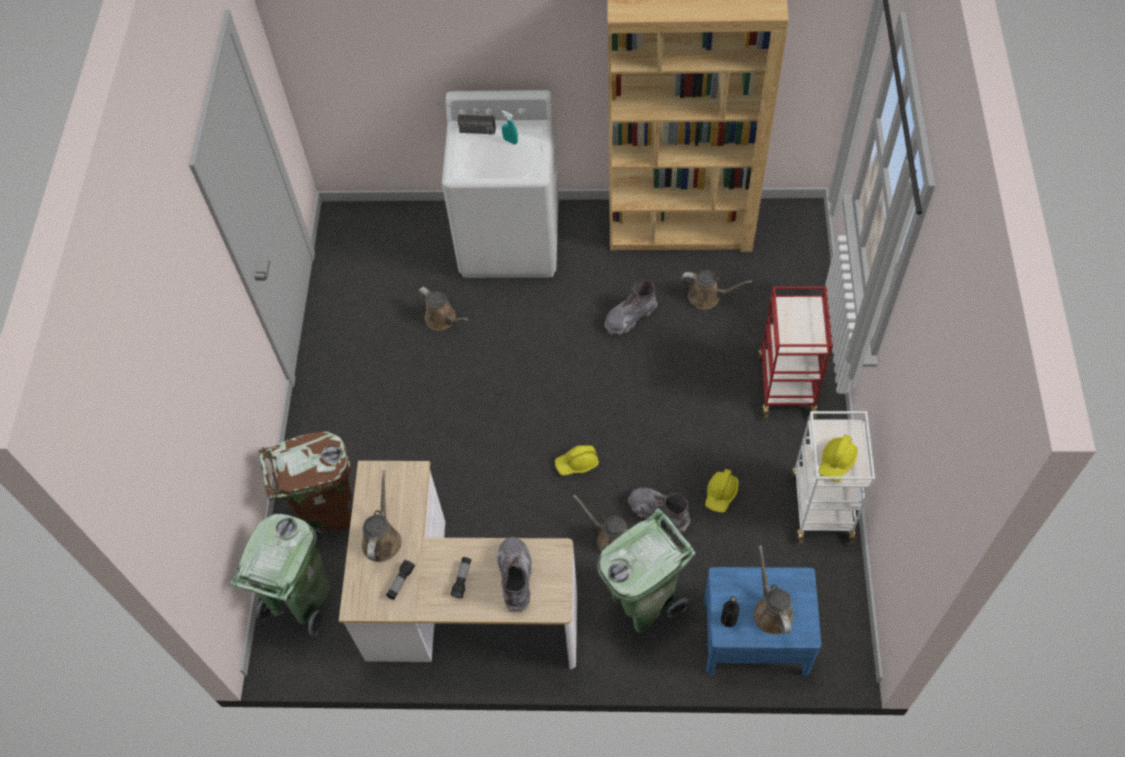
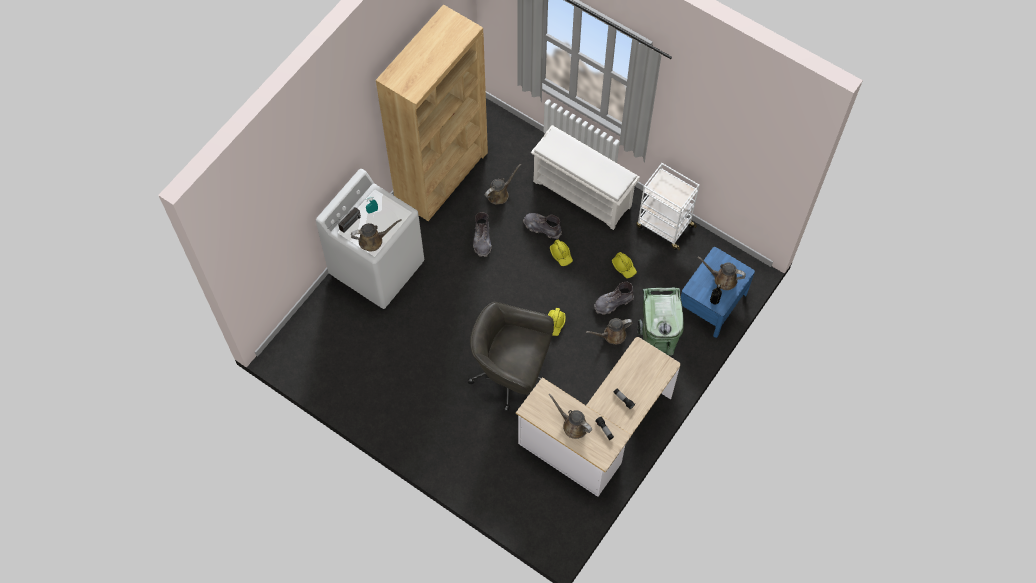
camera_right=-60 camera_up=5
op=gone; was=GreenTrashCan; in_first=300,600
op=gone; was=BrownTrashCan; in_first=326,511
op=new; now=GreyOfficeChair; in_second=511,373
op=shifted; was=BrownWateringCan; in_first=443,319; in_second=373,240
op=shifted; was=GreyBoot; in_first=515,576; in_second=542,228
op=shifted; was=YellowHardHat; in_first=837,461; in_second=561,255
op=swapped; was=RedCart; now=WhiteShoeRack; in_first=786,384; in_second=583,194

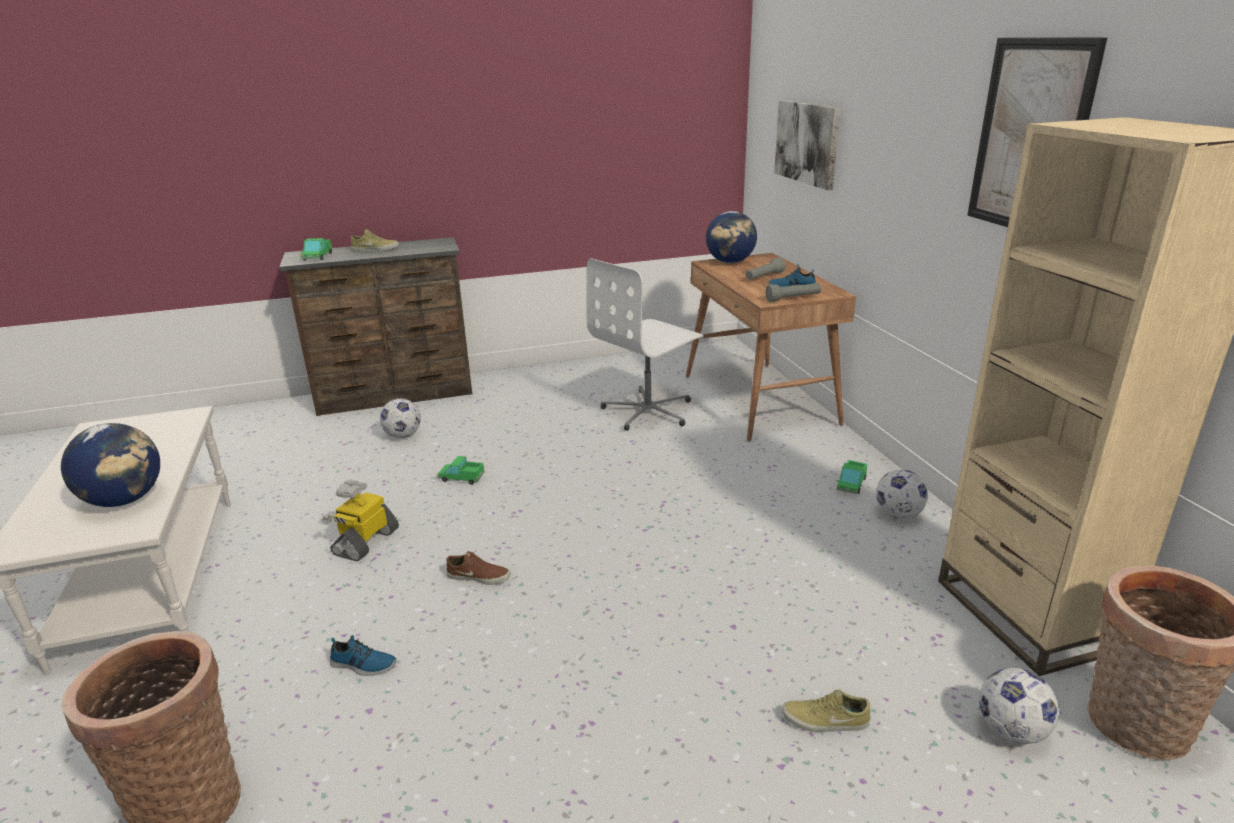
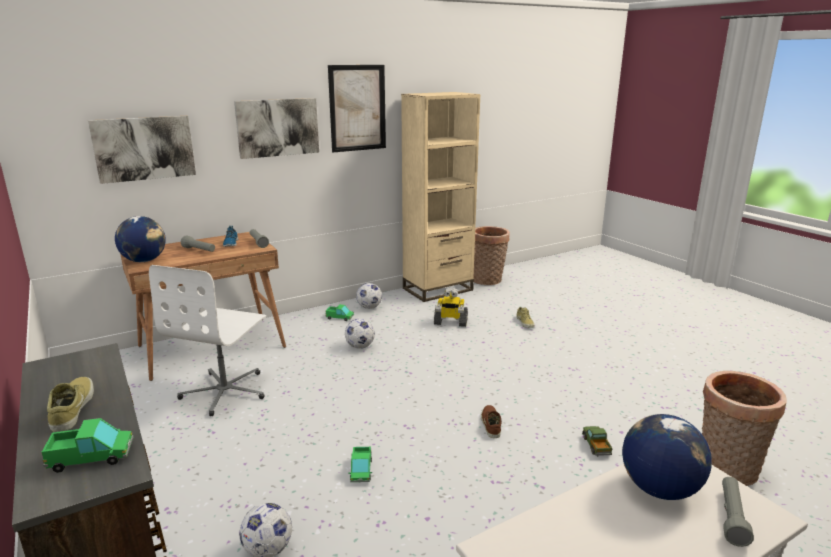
camera_right=-105 camera_up=-5
op=new; now=Picture; in_second=277,127
op=new; now=GreyFlashlight; in_second=731,517
op=shifted; was=ToyRobot; in_first=365,542; in_second=450,322
op=shifted; was=Football; in_first=1011,731; in_second=360,346
op=swapped; was=Shoe; now=ToyTruck; in_first=363,665; in_second=596,446
op=rotated; was=WhiteOfficeChair; in_first=649,411; in_second=225,391; clockwise=75

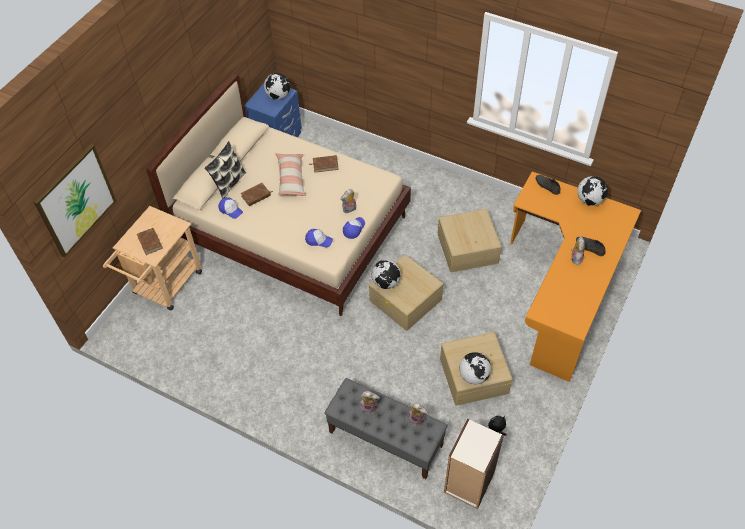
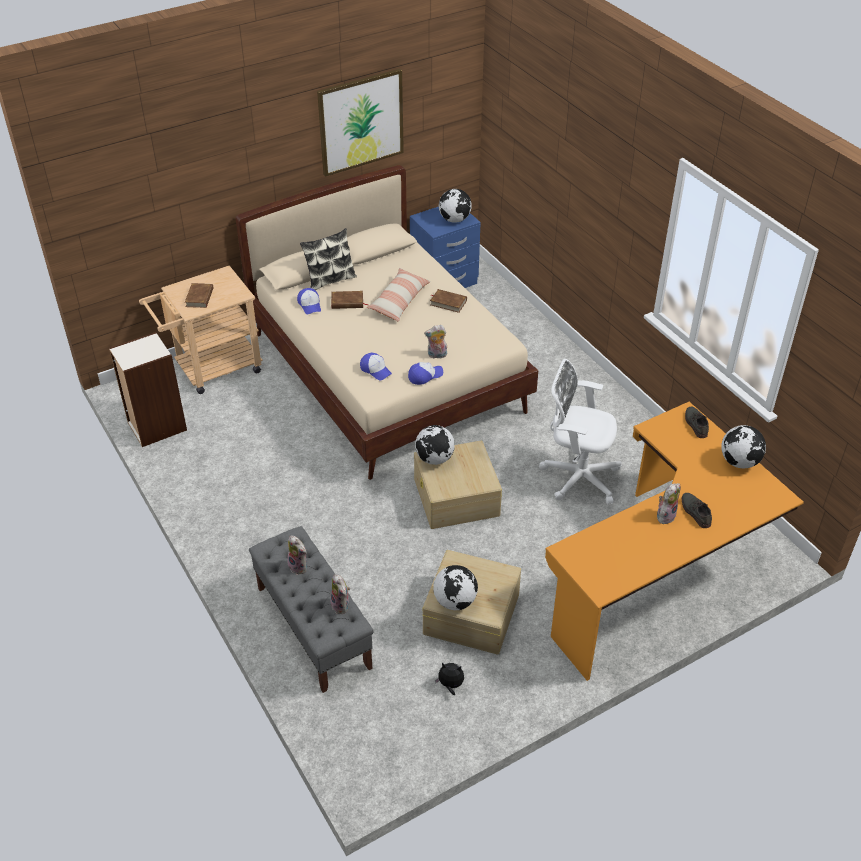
camera_right=30 camera_up=-10
op=shifted; was=Picture; in_first=76,200; in_second=361,122
op=shifted; was=Bookcase; in_first=468,483; in_second=156,426
op=swapped; was=BeigeStorageBox; now=WhiteOfficeChair; in_first=467,248; in_second=577,476

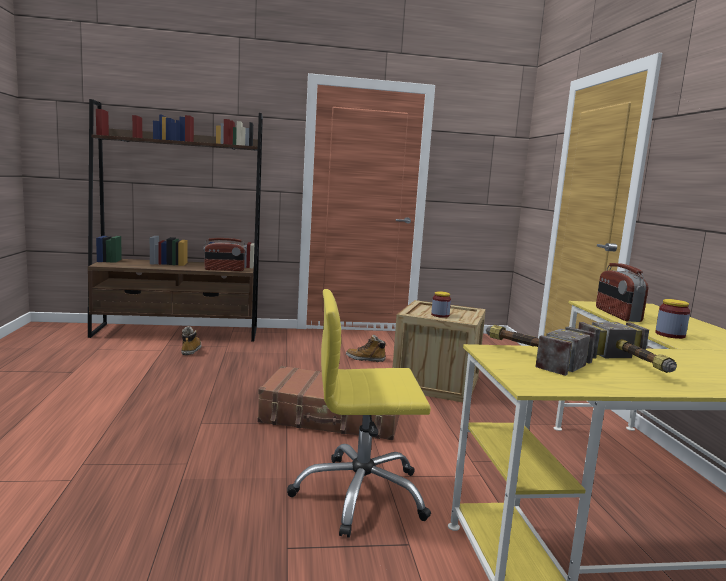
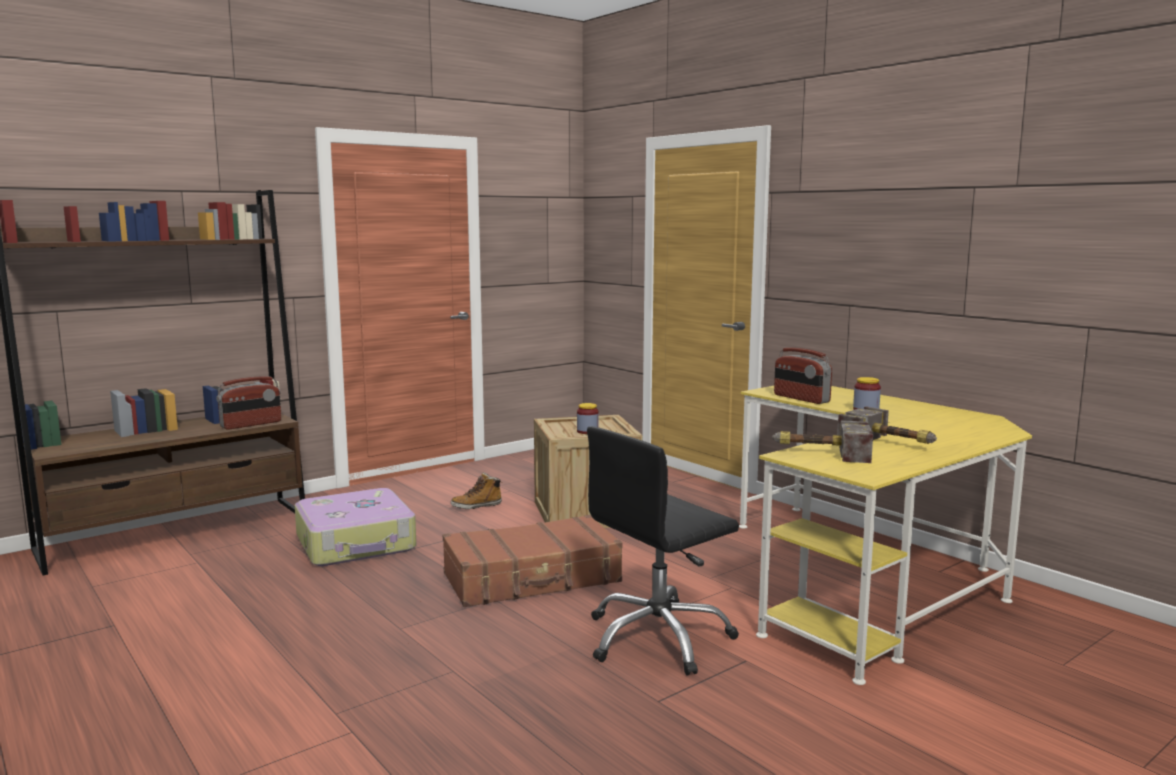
camera_right=-30 camera_up=0
op=gone; was=Boot; in_first=191,350
op=new; now=Suitcase; in_second=357,543
op=repainted; was=YellowOfficeChair; now=BlackOfficeChair; in_first=360,495; in_second=658,638

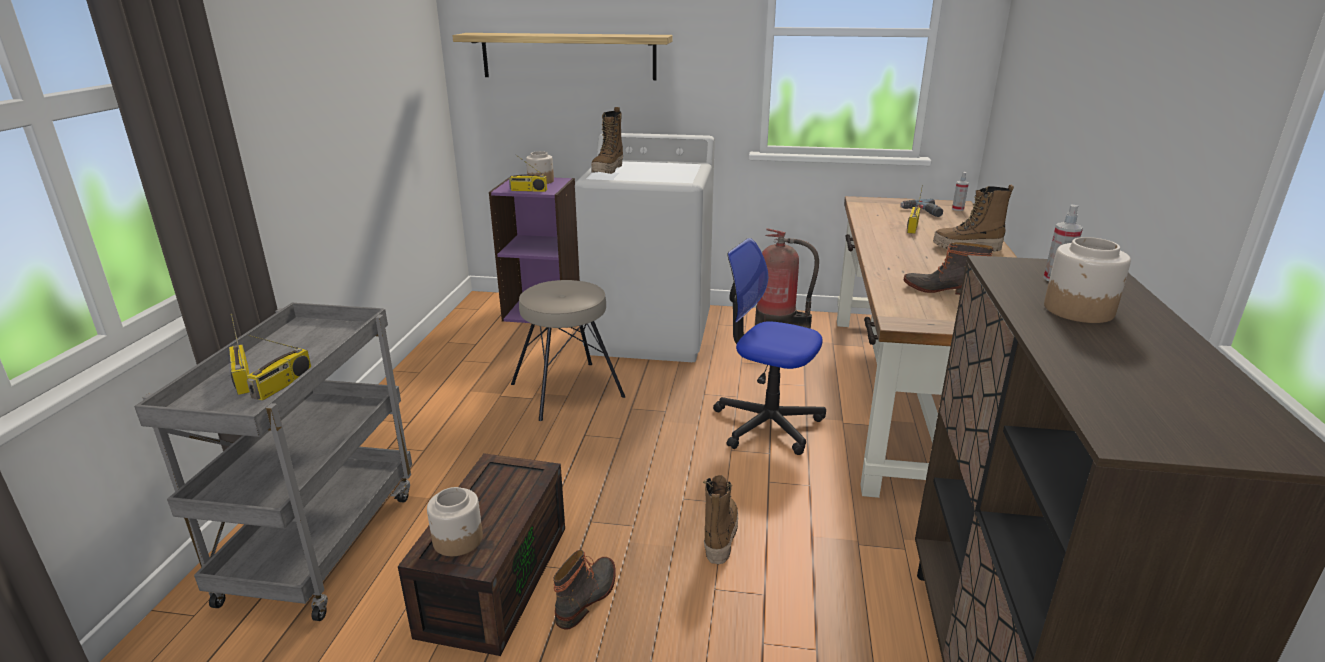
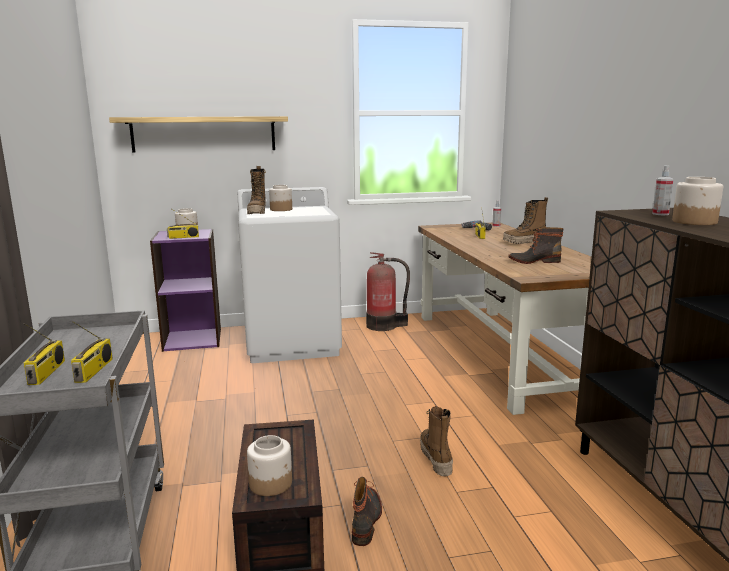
camera_right=-20 camera_up=-10
op=gone; was=BeigeStool; in_first=568,391
op=gone; was=OfficeChair; in_first=767,424
op=new; now=Jar; in_second=281,209
op=rotated; was=Radio; in_first=242,379; in_second=47,373; clockwise=-135

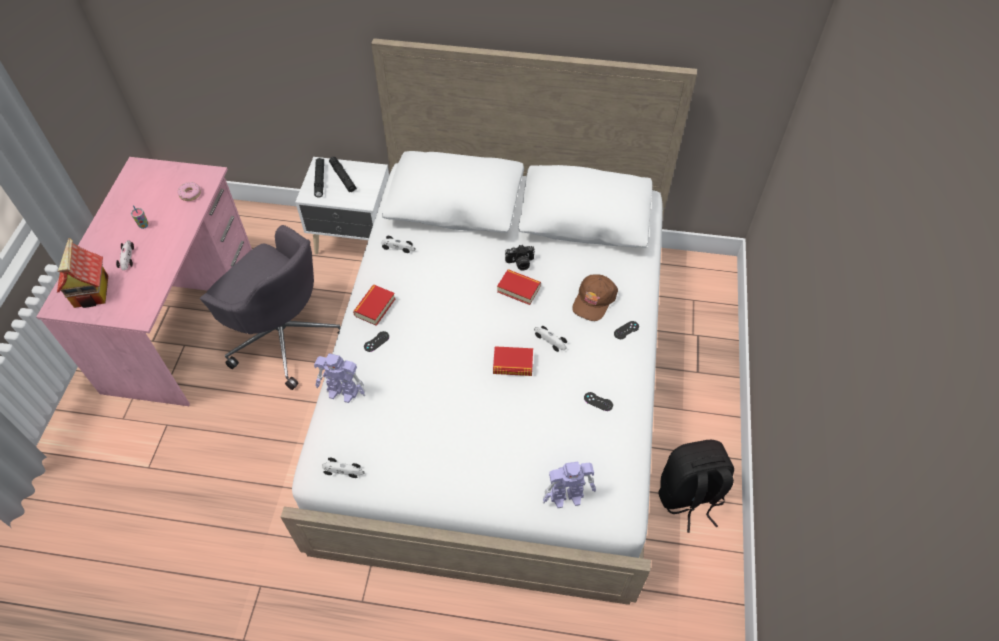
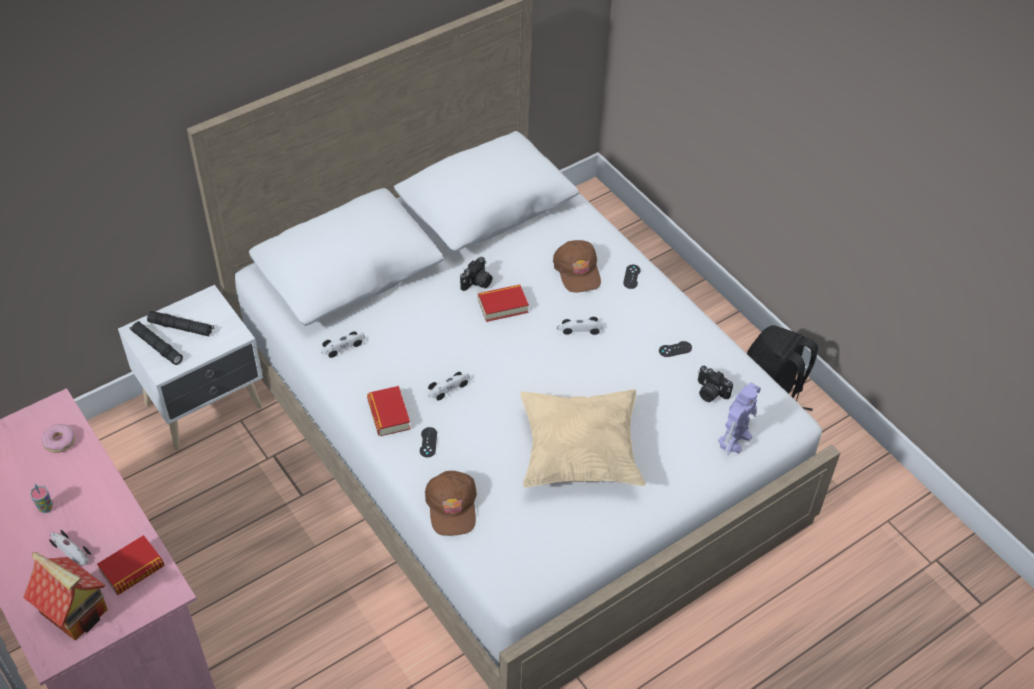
camera_right=-45 camera_up=-5
op=gone; was=GreyOfficeChair; in_first=284,335
op=new; now=BeigePillow; in_second=579,453
op=new; now=PhotoCamera; in_second=710,392
op=shifted; was=ToyCar; in_first=343,470; in_second=449,388
op=shifted; was=Book; in_first=513,364; in_second=132,569
op=swapped; was=ToyRobot; now=BrownCap; in_first=343,392; in_second=452,506

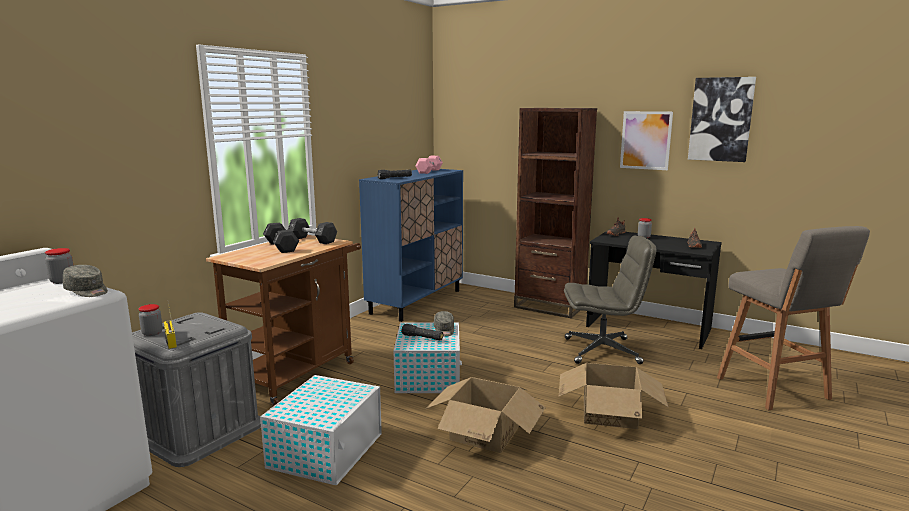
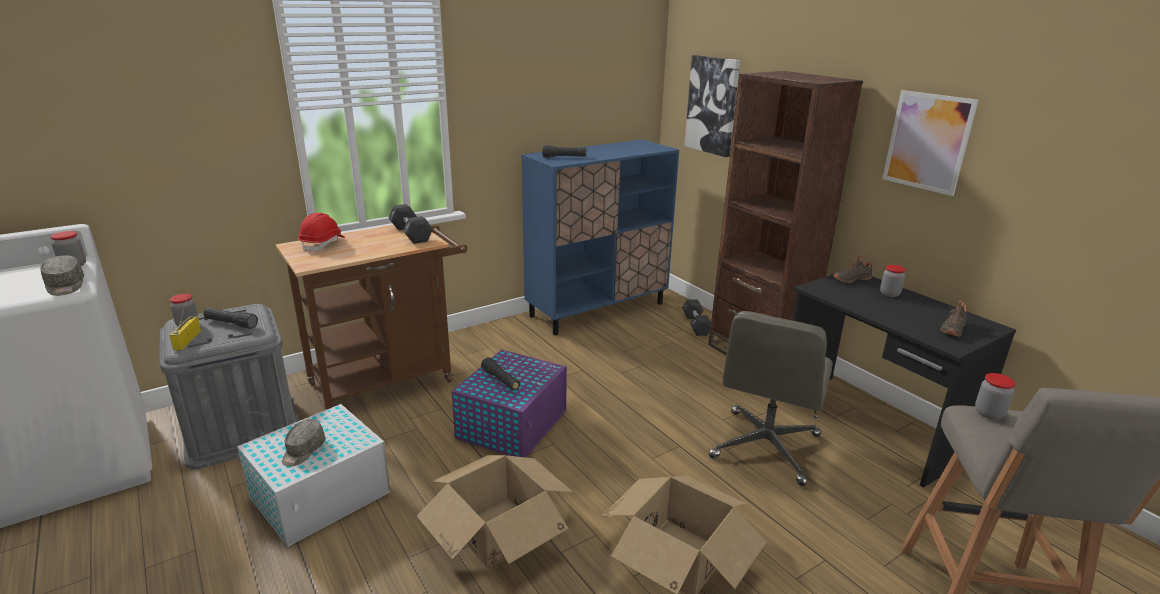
camera_right=25 camera_up=10
op=gone; was=PinkDumbbell; in_first=429,171
op=new; now=BlackFlashlight; in_second=231,324
op=new; now=RedHardHat; in_second=323,244
op=new; now=Jar; in_second=989,413
op=shifted; was=BlackDumbbell; in_first=281,247; in_second=696,325
op=shifted; was=GreyCap; in_first=444,330; in_second=303,451
op=shifted; was=Picture; in_first=721,119; in_second=712,105
op=repainted; was=WhiteStorageBox; now=PurpleStorageBox; in_first=428,375; in_second=513,424
op=rotated; was=GreyOfficeChair; in_first=603,351; in_second=765,447; clockwise=90

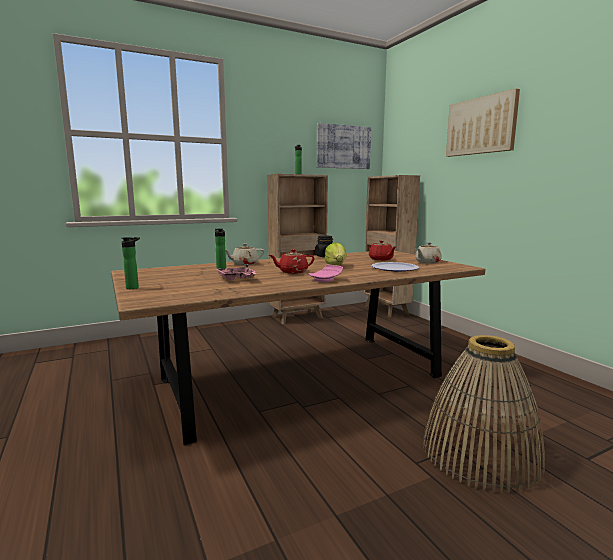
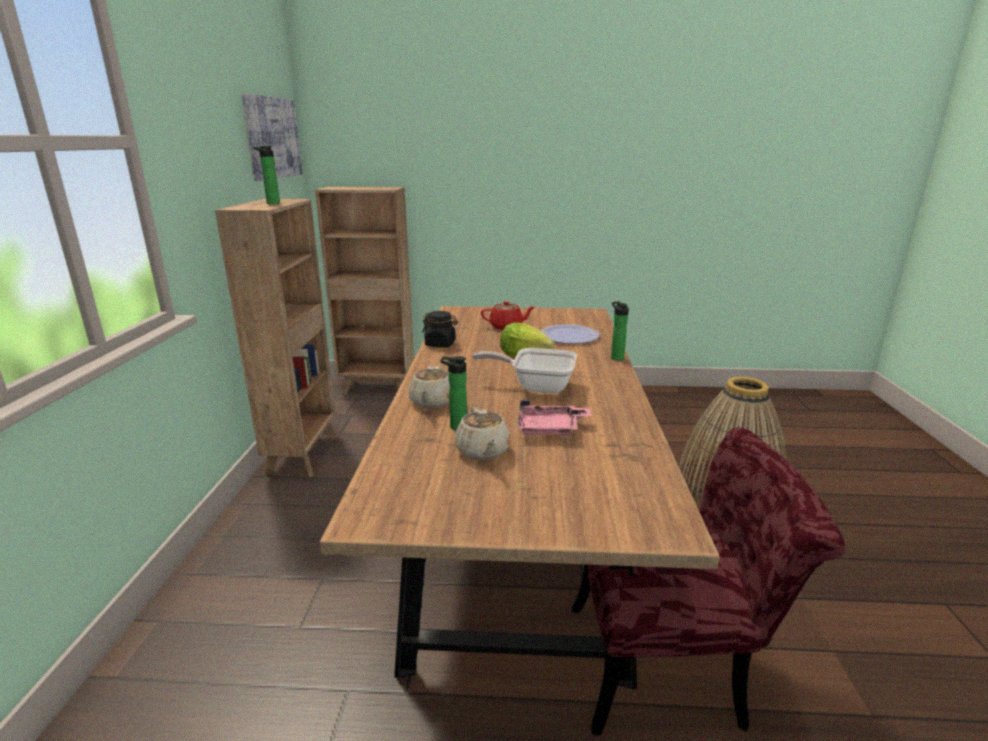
camera_right=-60 camera_up=10
op=gone; was=PinkPlate; in_first=326,280
op=gone; was=Picture; in_first=481,126
op=new; now=RedChair; in_second=673,665
op=shifted; was=Bottle; in_first=134,287; in_second=616,357
op=shifted; was=BeigeTeapot; in_first=427,262; in_second=483,451
op=swapped; was=RedTeapot; now=FryingPan; in_first=292,272; in_second=536,386

